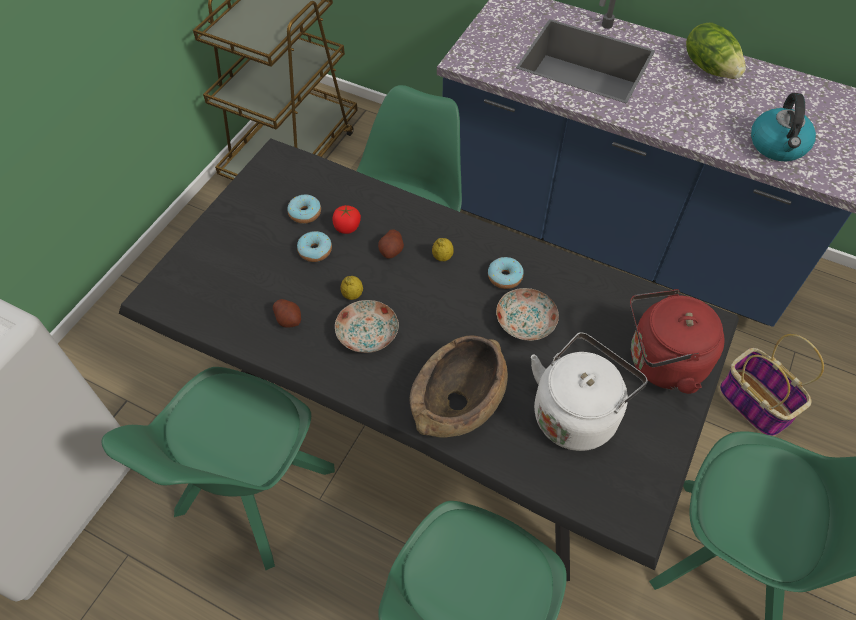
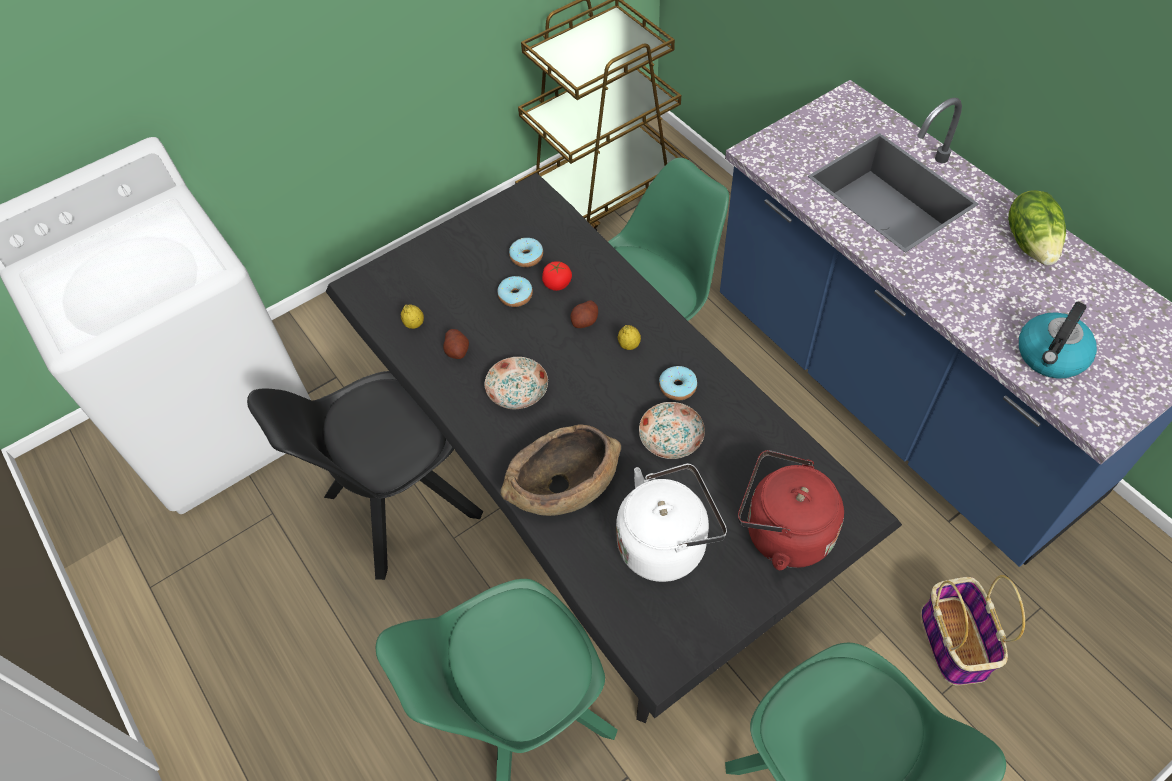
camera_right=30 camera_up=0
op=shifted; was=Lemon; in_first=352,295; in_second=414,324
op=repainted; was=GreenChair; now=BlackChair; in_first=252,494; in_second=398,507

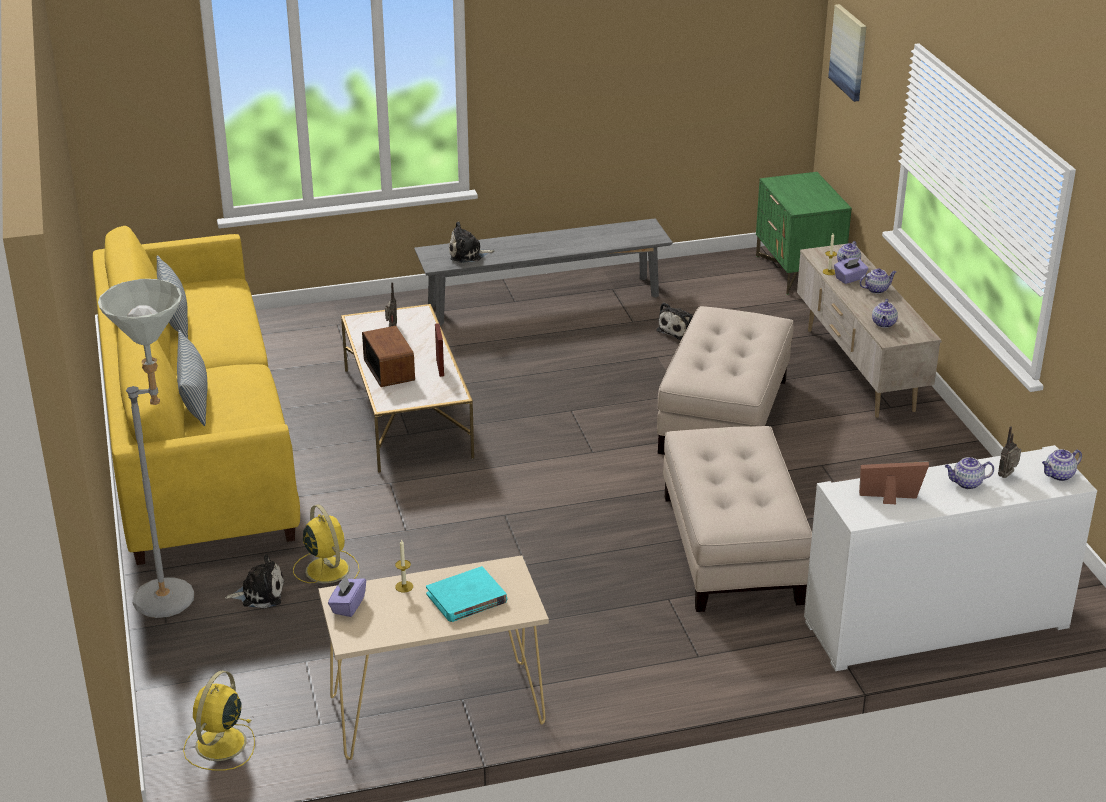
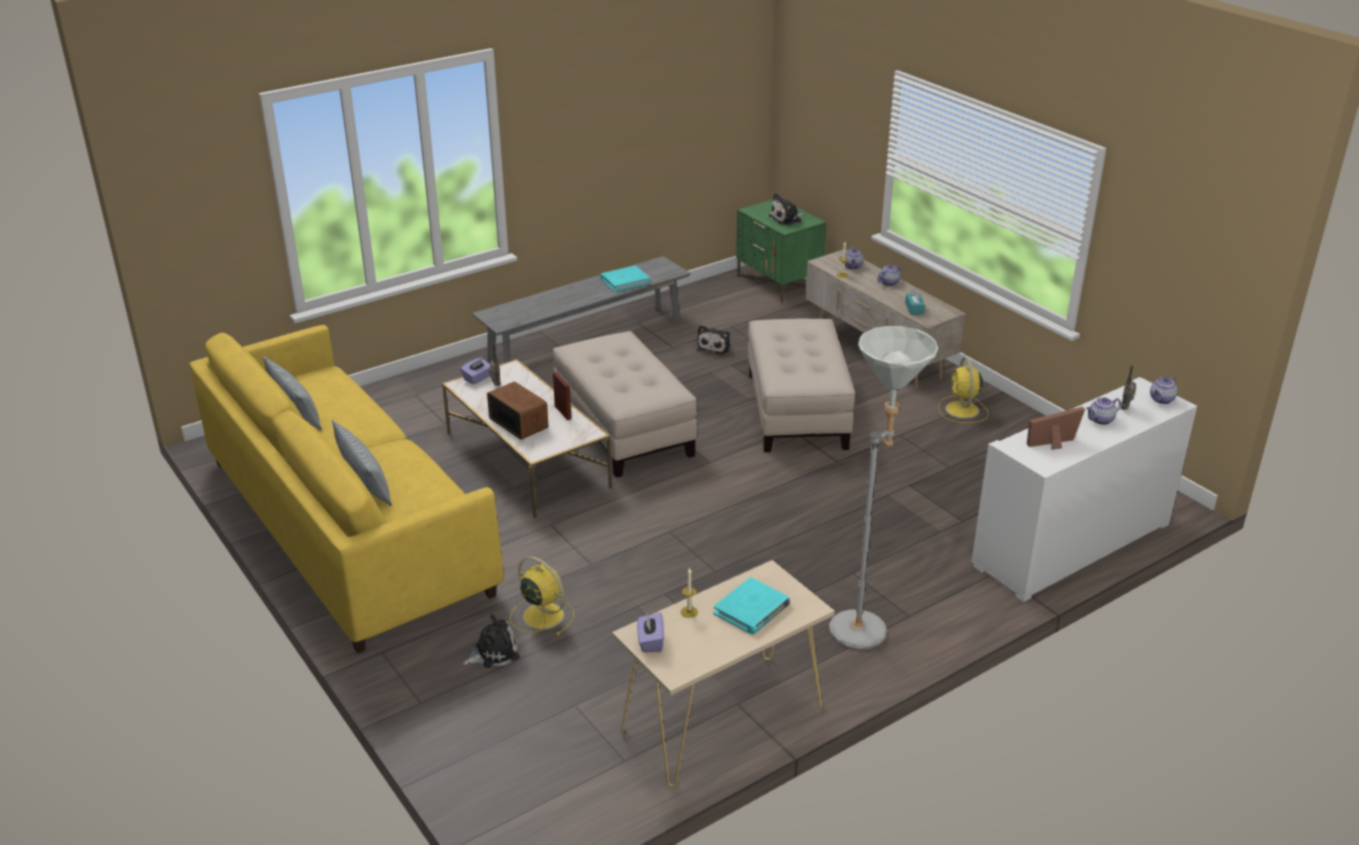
camera_right=-20 camera_up=0
op=gone; was=Picture; in_first=849,52
op=new; now=TurquoiseBook; in_second=625,281
op=shifted; was=GreyFloorLamp; in_first=177,597; in_second=867,626
op=shifted; was=YellowFan; in_first=219,745; in_second=962,410
op=shifted; was=PlushToy; in_first=467,254; in_second=787,219
op=shifted; was=BeigeOttoman; in_first=733,548; in_second=625,428
op=shifted; was=PurpleTissueBox; in_first=850,278; in_second=477,378
op=swapped; was=Teapot; now=TurquoiseTissueBox; in_first=884,324; in_second=914,309

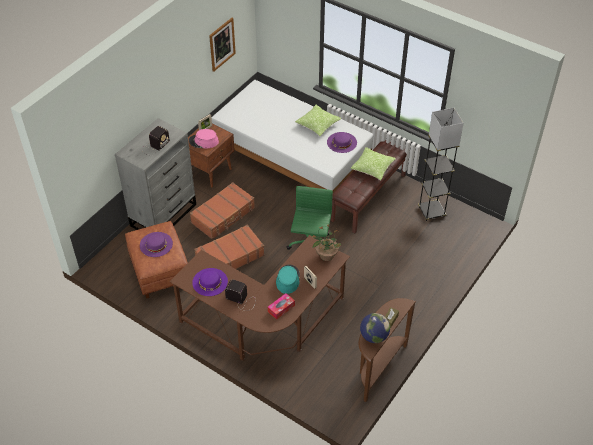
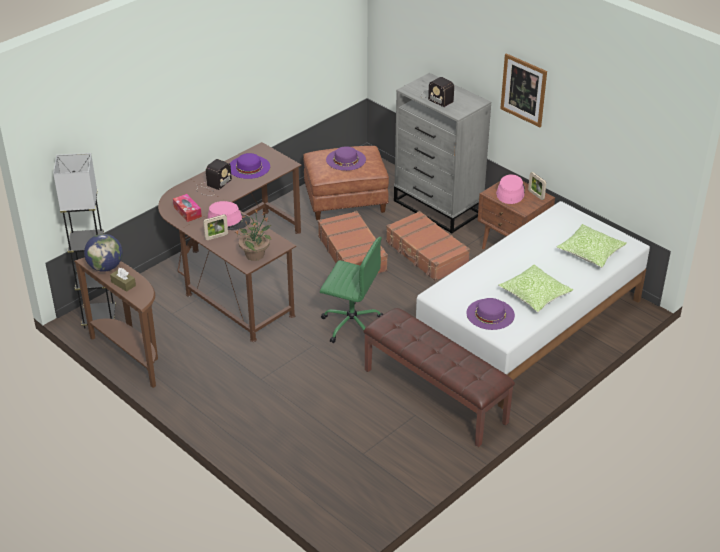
camera_right=100 camera_up=-10
op=shifted; was=Picture; in_first=222,44; in_second=523,90
op=shifted; was=Pillow; in_first=372,168; in_second=590,253
op=shifted; was=GreyFloorLamp; in_first=431,212; in_second=99,318
op=repainted; was=TurquoiseHat; now=PinkHat; in_first=287,279; in_second=229,221

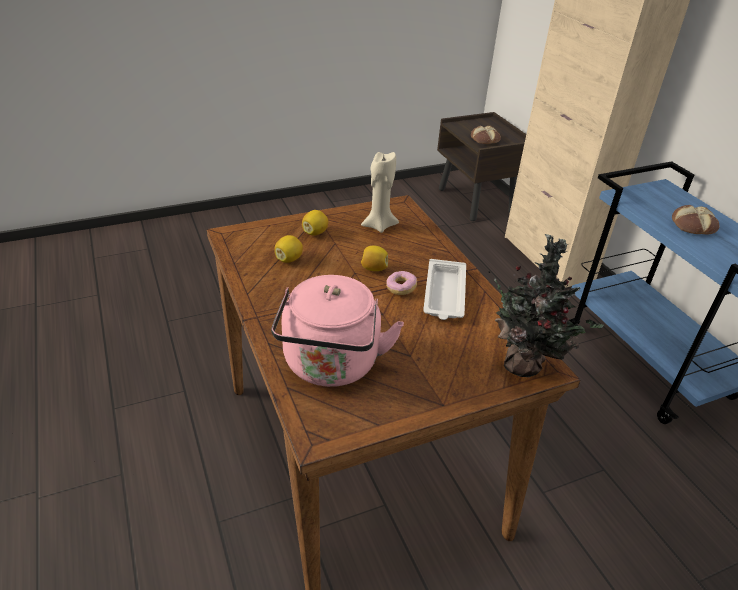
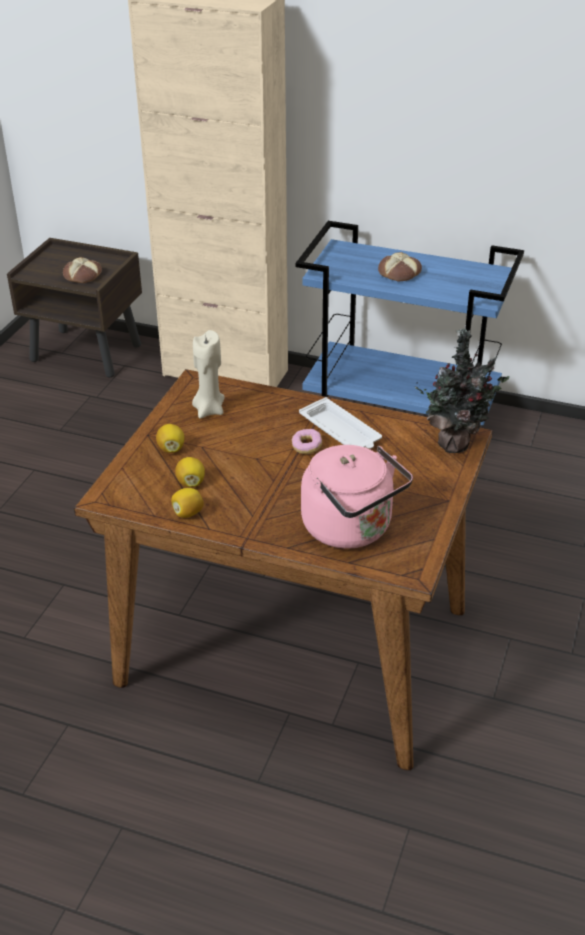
camera_right=-45 camera_up=0
op=shifted; was=Lemon; in_first=374,268; in_second=188,513

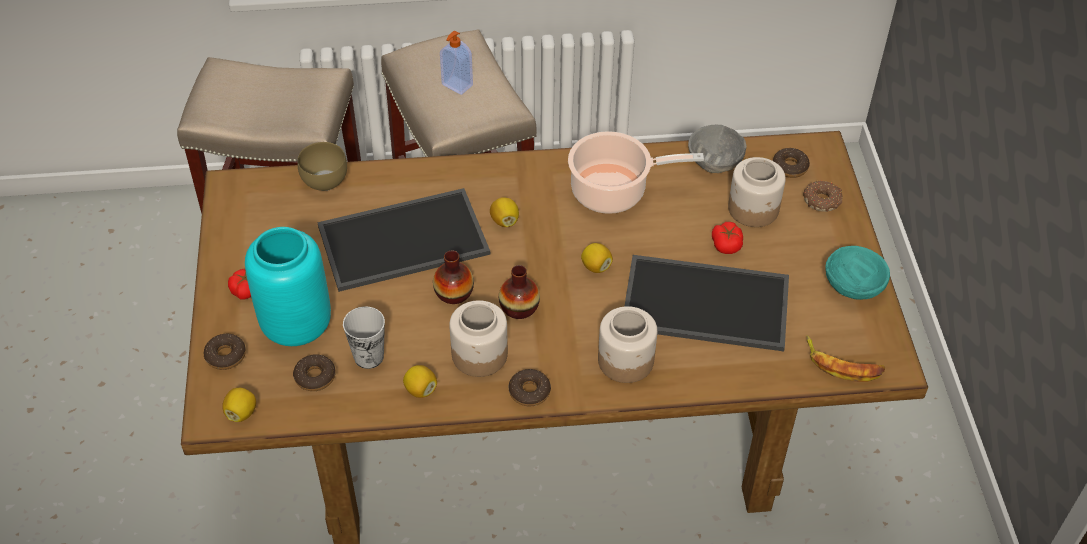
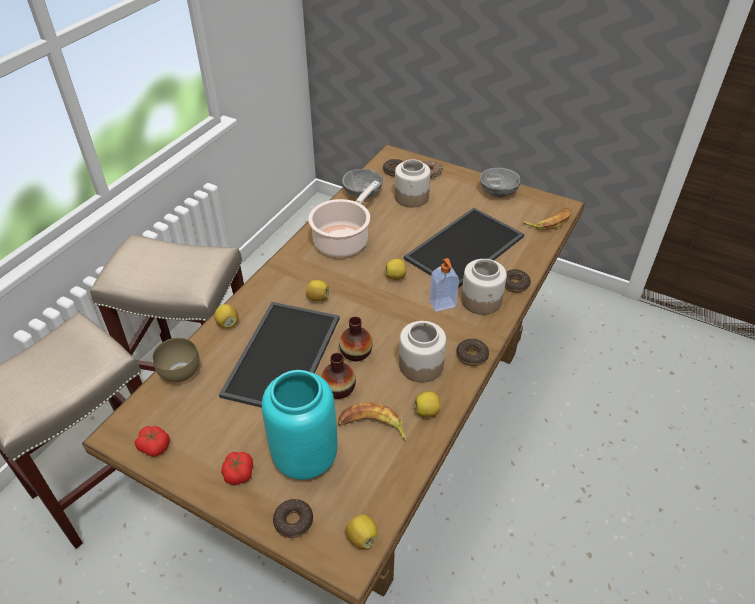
camera_right=-55 camera_up=-5
op=new; now=Lemon; in_second=227,323
op=shifted; was=Donut; in_first=315,377; in_second=515,284
op=shifted; was=SoapDispenser; in_first=456,85; in_second=442,305
op=shifted; was=Vase; in_first=519,307; in_second=338,389
op=shifted; was=Tomato; in_first=726,244; in_second=154,446
op=swapped; was=Cup; now=Banana; in_first=369,356; in_second=372,427
op=repainted; was=TurquoiseBowl; now=GreyBowl; in_first=853,286; in_second=498,192

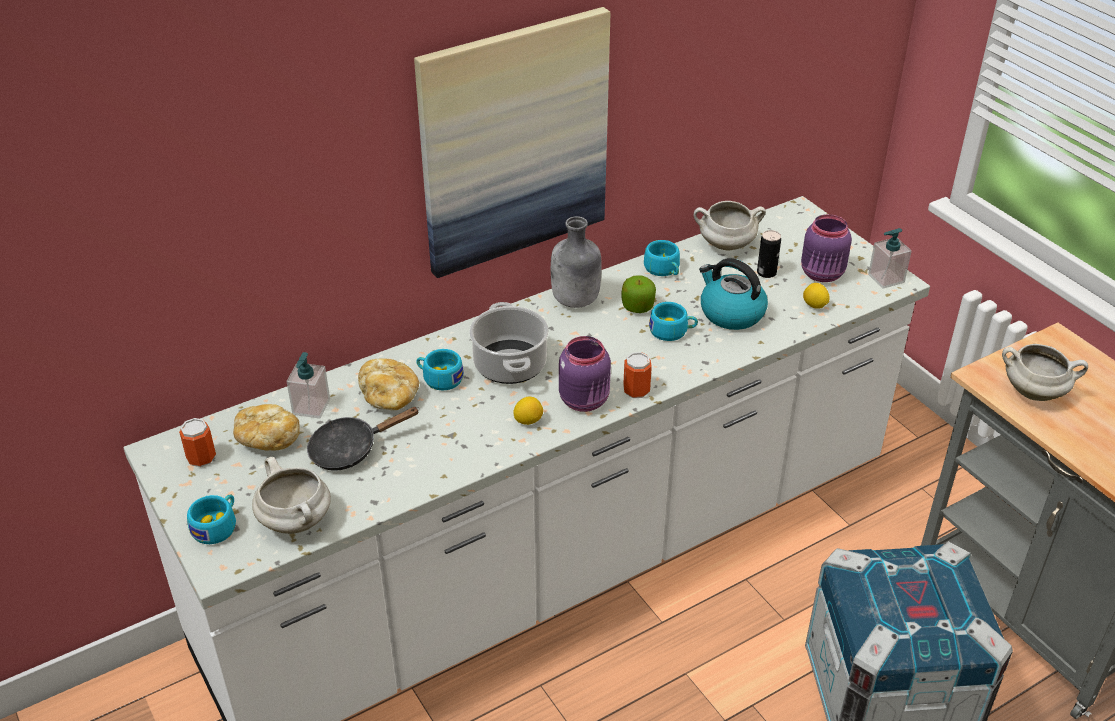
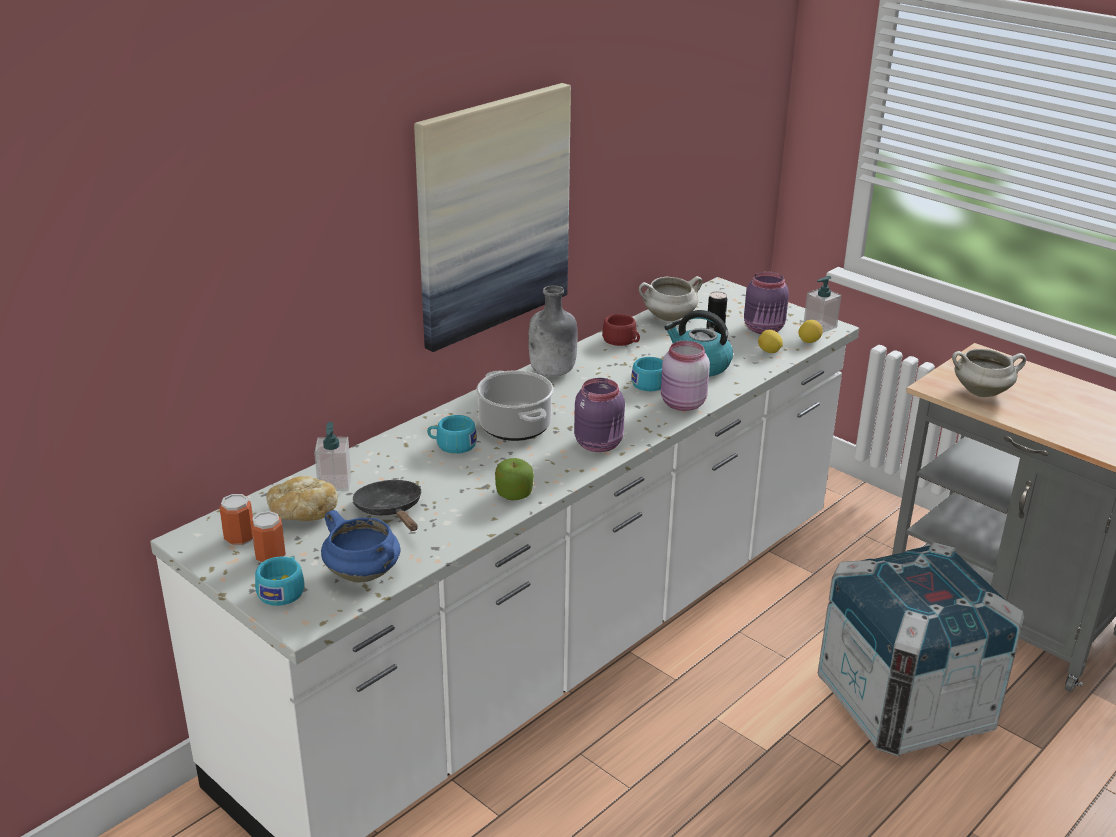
camera_right=-15 camera_up=-10
op=gone; was=Bread; in_first=389,397
op=new; now=PinkJar; in_second=682,404
op=shifted; was=Lemon; in_first=528,420; in_second=809,341
op=shifted; was=Apple; in_first=638,306; in_second=514,494
op=shifted; was=Can; in_first=636,390; in_second=270,556
op=repainted; was=WhiteCookingPot; now=BlueCookingPot; in_first=297,521; in_second=364,574
op=repainted; was=TurquoiseCup; now=RedCup; in_first=664,270; in_second=622,341
op=rotated; was=BlackFryingPan; in_first=350,449; in_second=391,510; clockwise=105

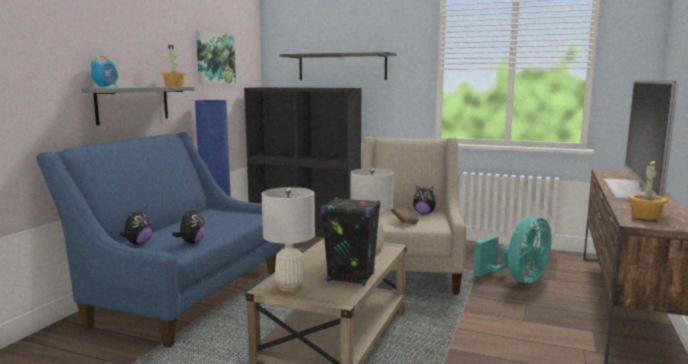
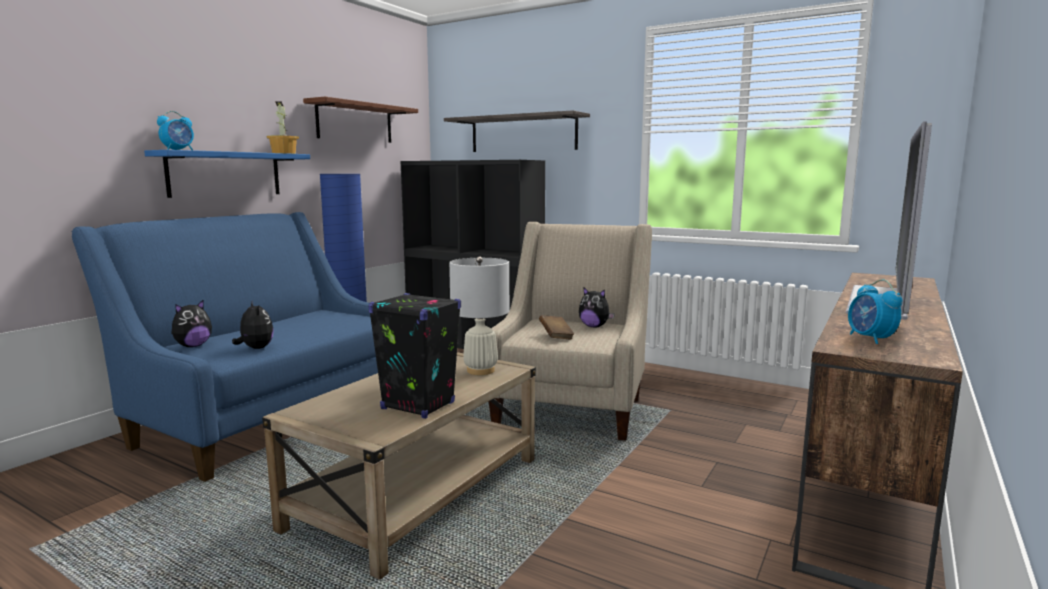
camera_right=10 camera_up=0
op=gone; was=WhiteTableLamp; in_first=290,287
op=gone; was=TurquoiseFan; in_first=518,280
op=swapped; was=Picture; now=BrownShelf; in_first=214,58; in_second=355,122
op=swapped; was=PottedPlant; now=AlarmClock; in_first=645,216; in_second=870,339
op=repainted; was=GreyShelf; now=BlueShelf; in_first=133,104; in_second=225,174
op=rotated; was=PlushToy; in_first=191,243; in_second=255,348; clockwise=-60

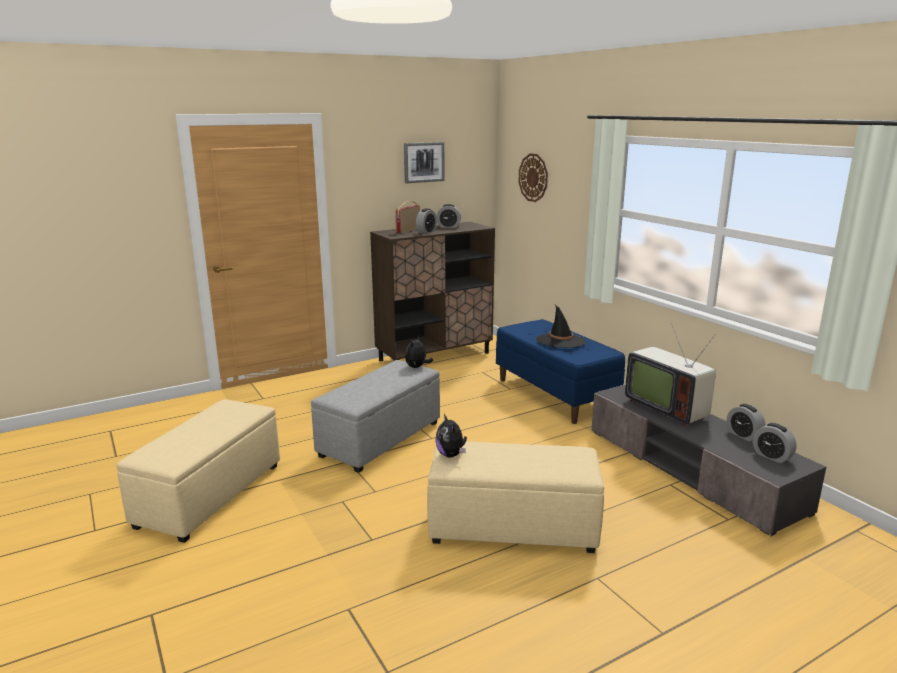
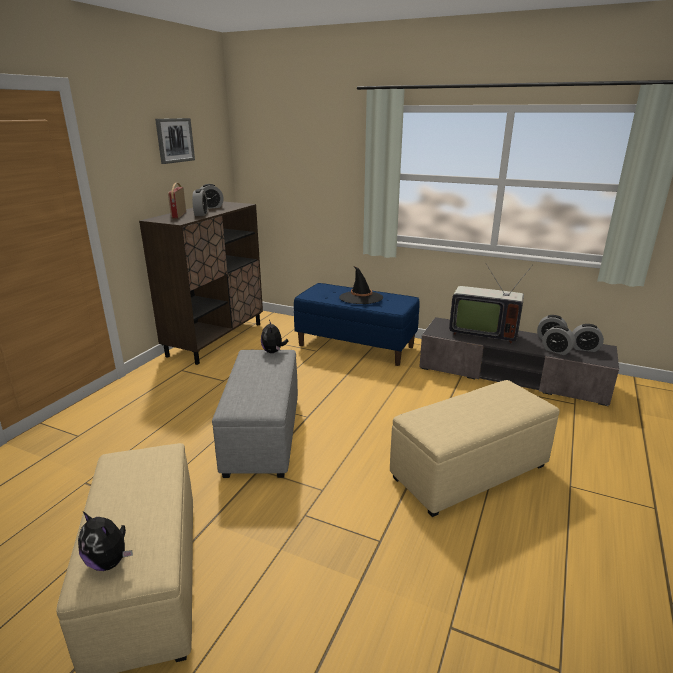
camera_right=-35 camera_up=5
op=gone; was=WallClock; in_first=533,177
op=new; now=AlarmClock; in_second=556,351
op=shifted; was=PlushToy; in_first=451,455; in_second=109,561

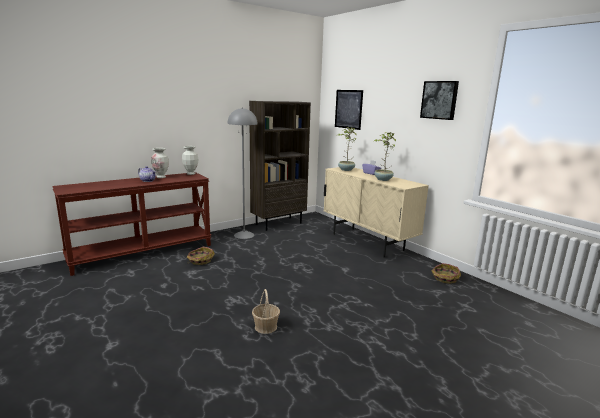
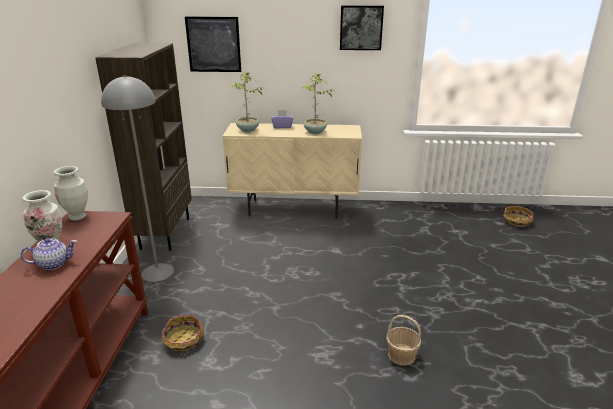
camera_right=-50 camera_up=10
op=shifted; was=Basket; in_first=444,278; in_second=516,222

